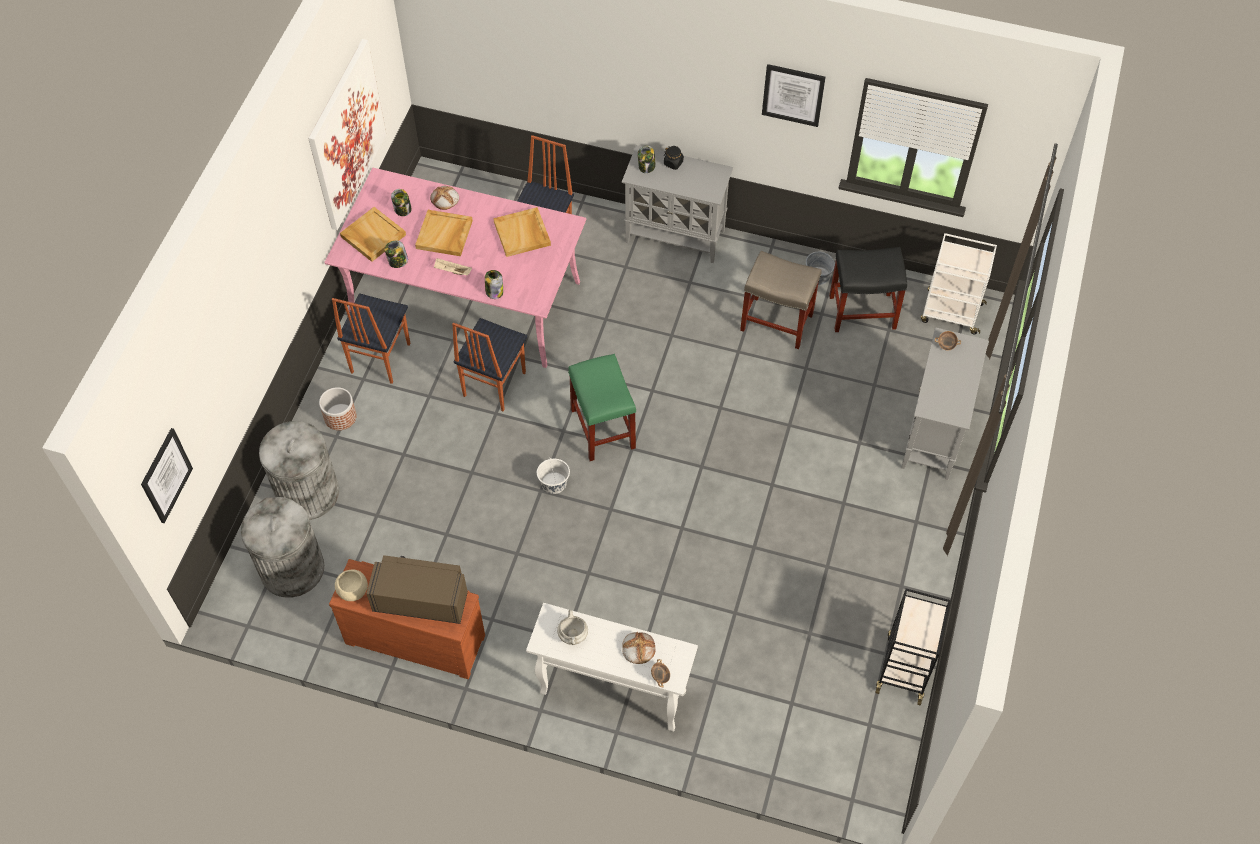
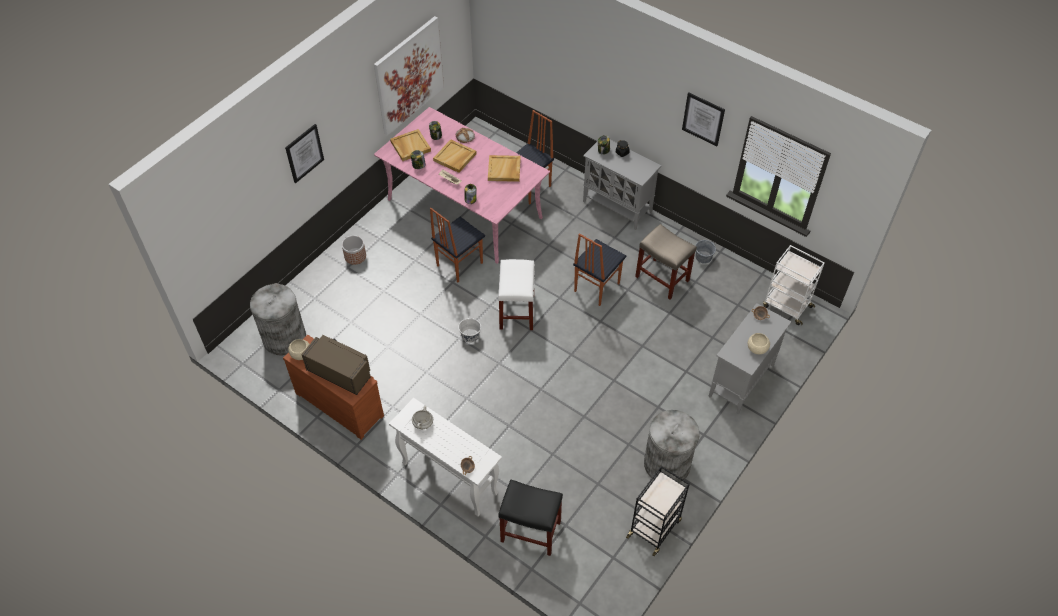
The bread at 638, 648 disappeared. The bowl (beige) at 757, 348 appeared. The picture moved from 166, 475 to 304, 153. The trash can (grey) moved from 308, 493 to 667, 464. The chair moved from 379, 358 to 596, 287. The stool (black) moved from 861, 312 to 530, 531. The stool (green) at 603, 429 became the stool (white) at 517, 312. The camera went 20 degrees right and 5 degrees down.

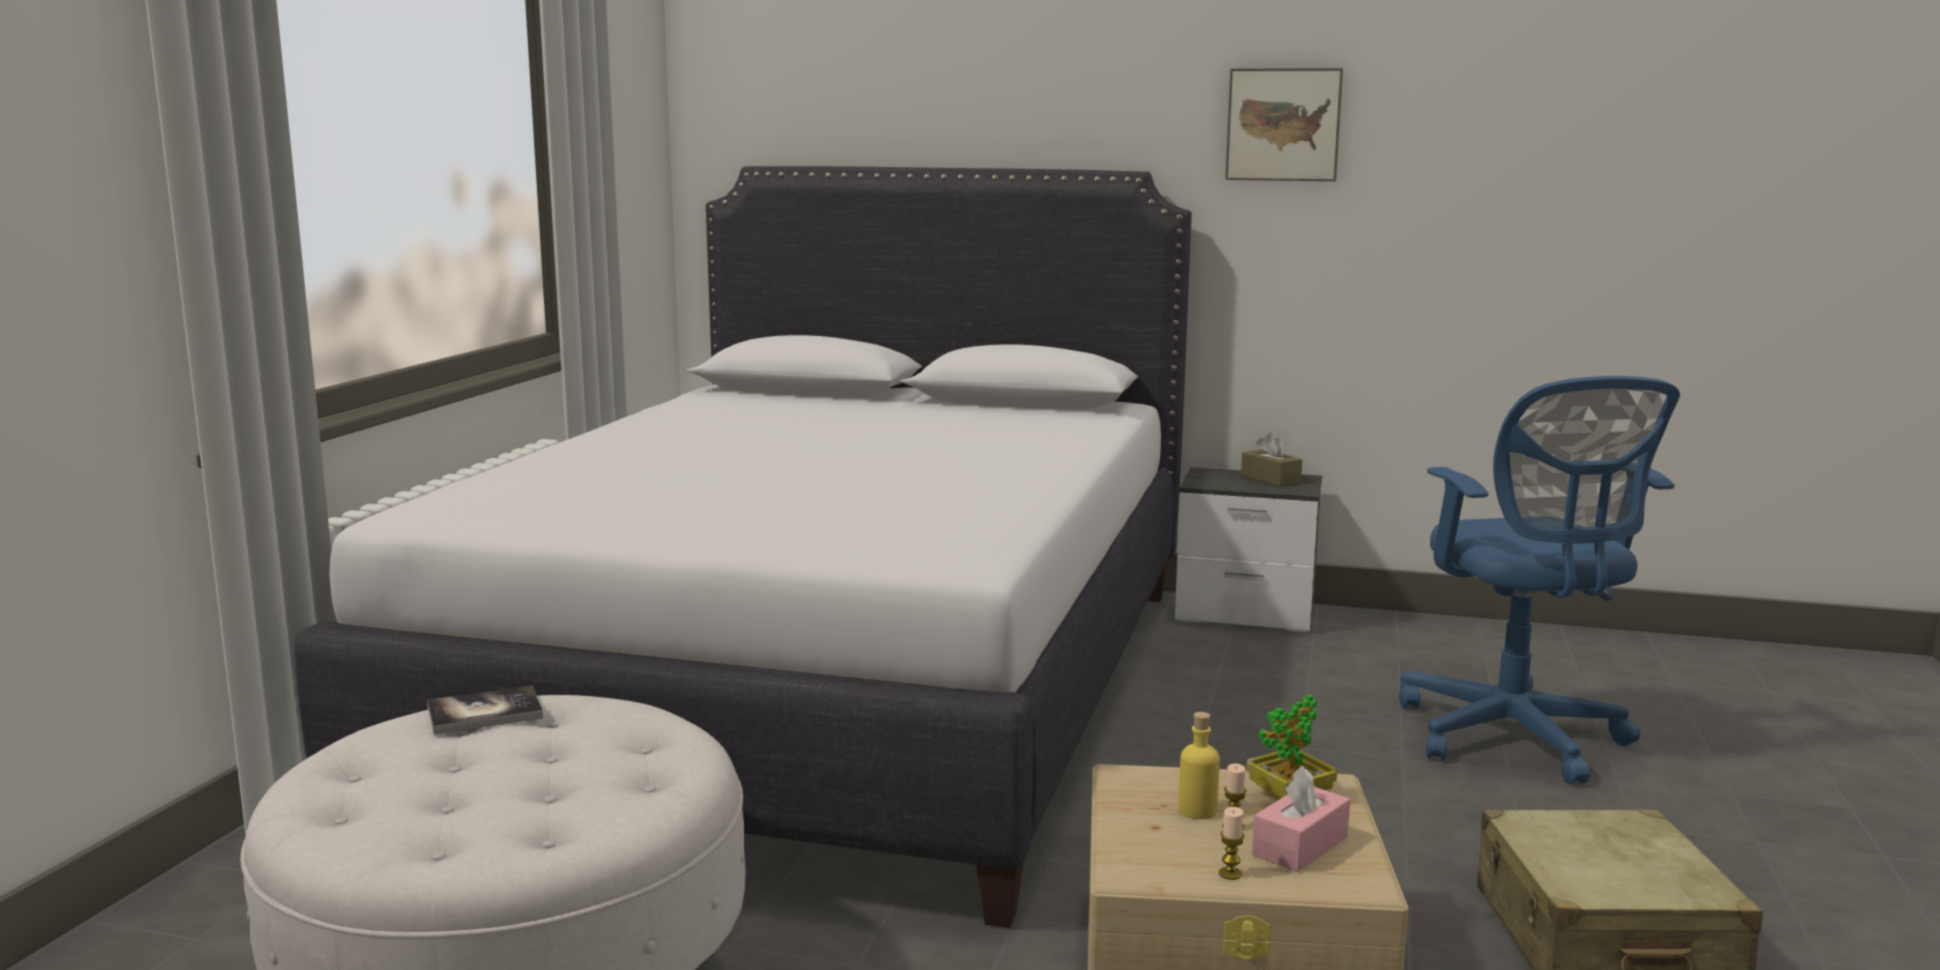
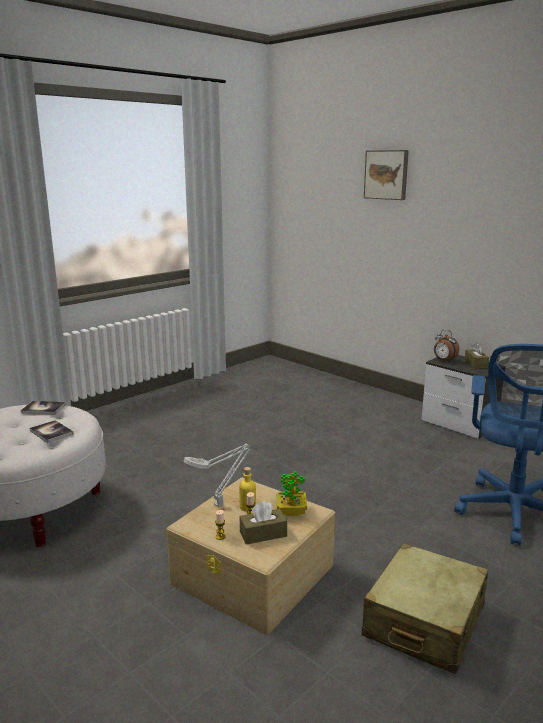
The bed (white) at 829, 688 disappeared. The book at 51, 432 appeared. The table lamp (grey) at 220, 504 appeared. The alarm clock at 444, 360 appeared. The picture moved from 1283, 124 to 387, 174. The tissue box (pink) at 1300, 846 became the tissue box (brown) at 263, 534. The camera went 30 degrees right and 5 degrees up.

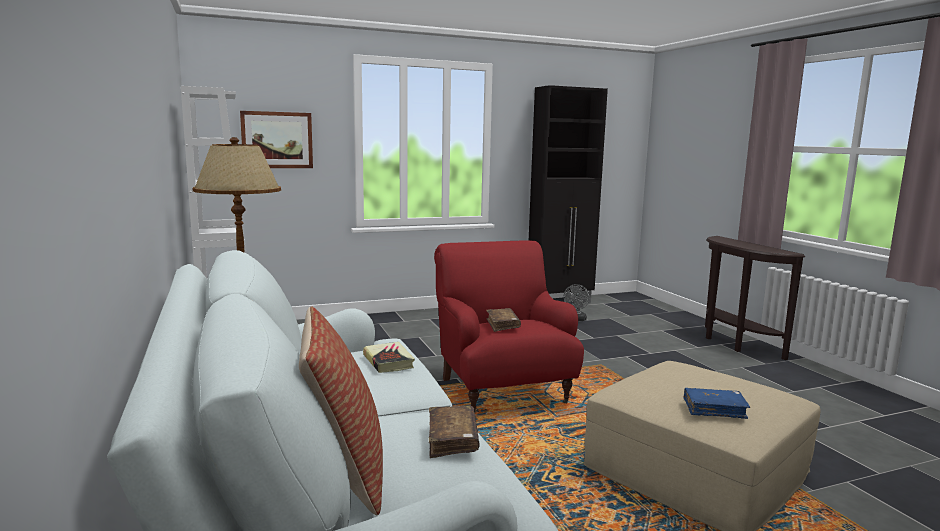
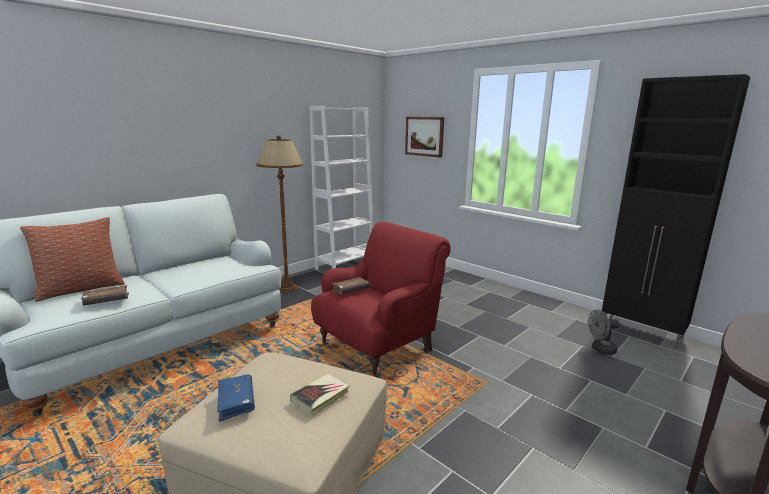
The book moved from 388, 361 to 320, 397. The camera went 65 degrees right and 5 degrees up.

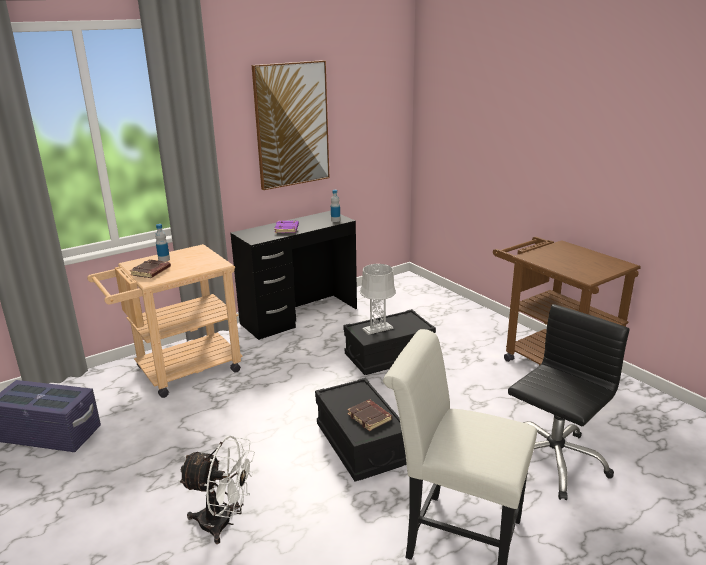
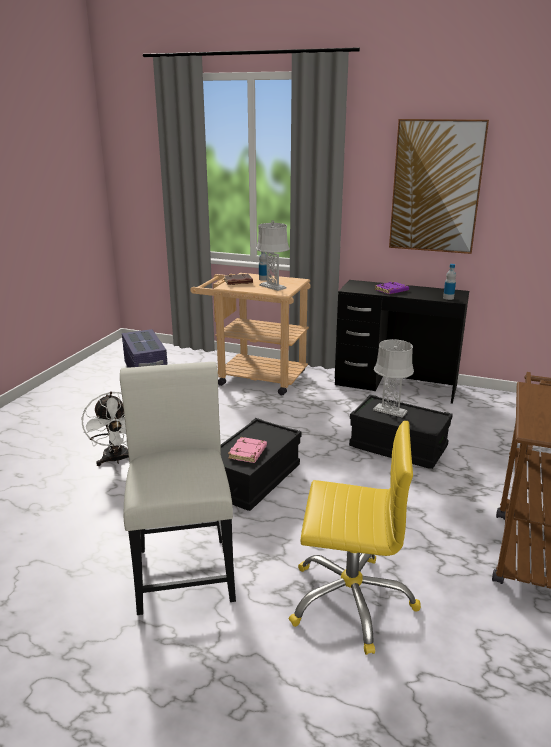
The table lamp (grey) at 273, 287 appeared. The book (brown) at 370, 417 became the book (pink) at 248, 453. The office chair (black) at 552, 460 became the office chair (yellow) at 351, 600. The camera went 55 degrees right and 0 degrees up.

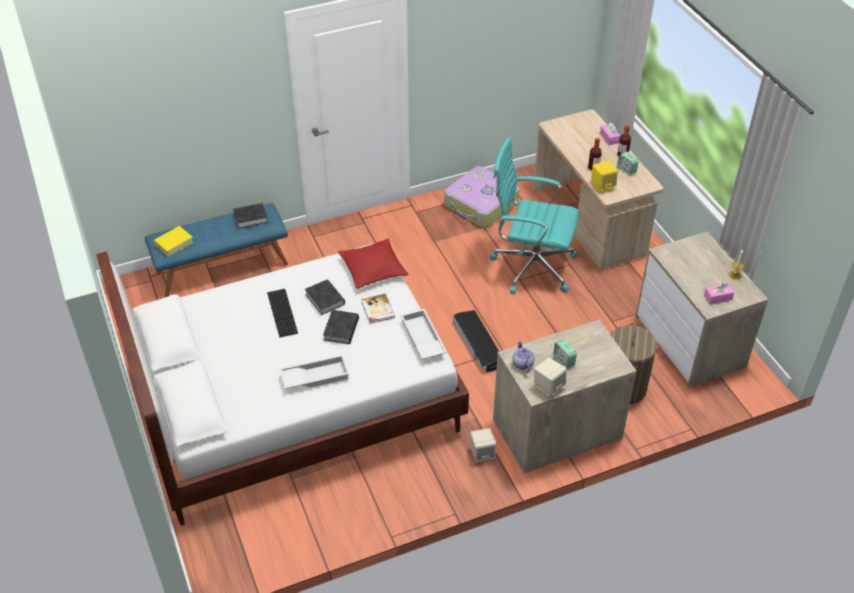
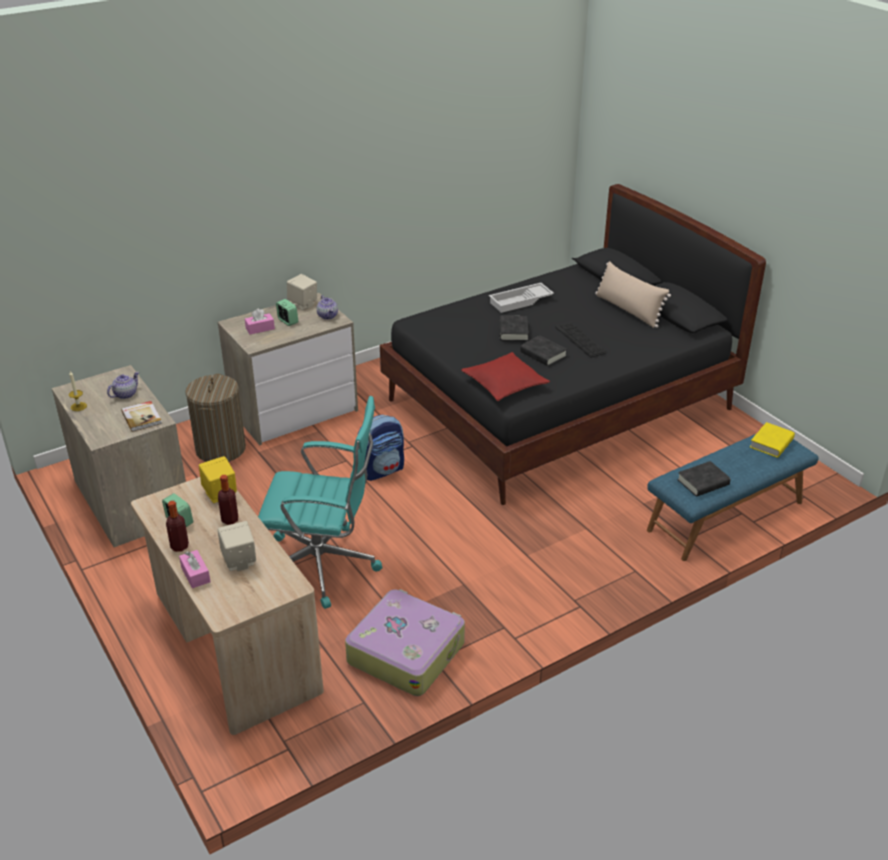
The tray (white) at 422, 338 disappeared. The teapot at 125, 394 appeared. The pillow (beige) at 628, 310 appeared. The book moved from 377, 310 to 142, 417. The speaker (beige) moved from 482, 453 to 239, 561. The tissue box (pink) moved from 718, 297 to 260, 328. The storage box (black) at 478, 344 was replaced by the backpack at 382, 470. The bed (white) at 293, 400 became the bed (black) at 559, 405. The camera went 170 degrees right and 10 degrees down.

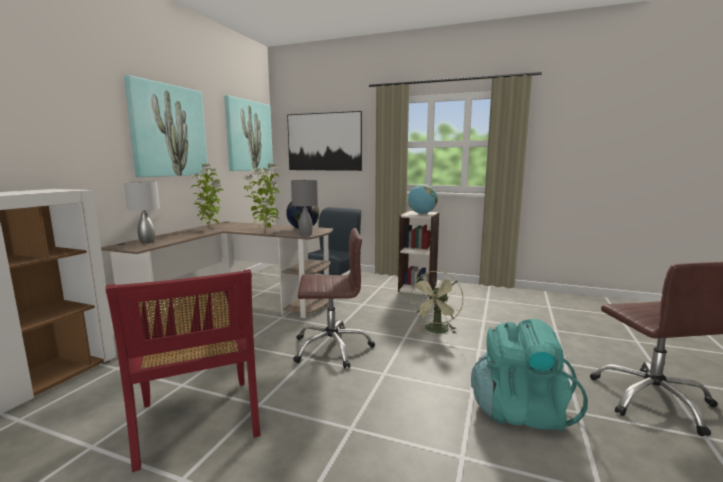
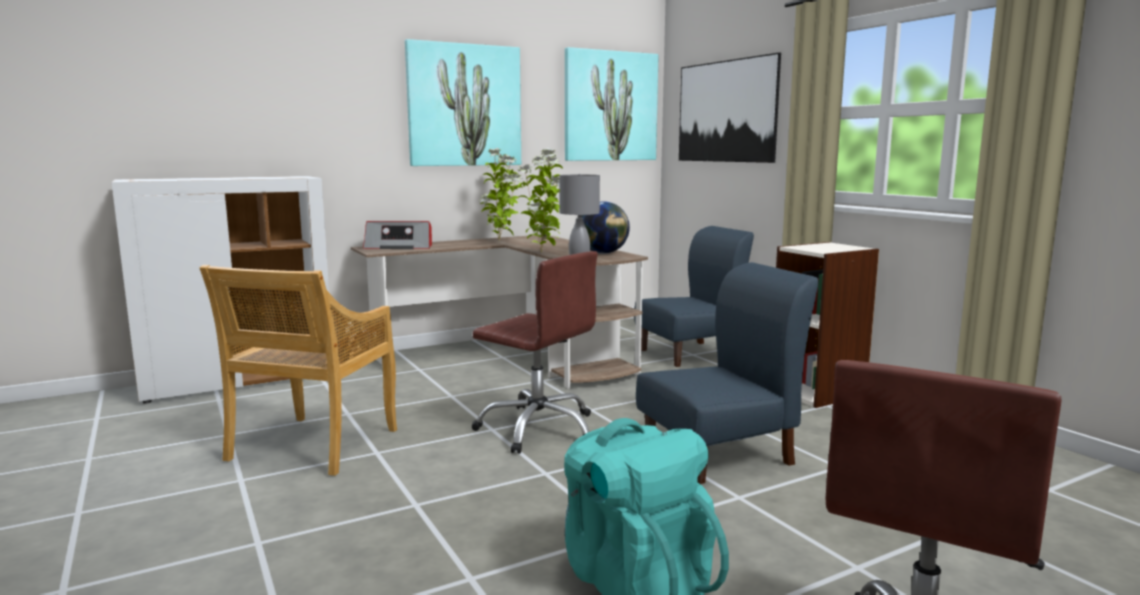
The globe at 422, 213 disappeared. The table lamp (grey) at 147, 242 was replaced by the radio at 400, 247. The fan (green) at 436, 331 was replaced by the chair (blue) at 719, 454. The chair (red) at 198, 421 became the chair (beige) at 313, 446. The camera went 40 degrees right and 0 degrees up.

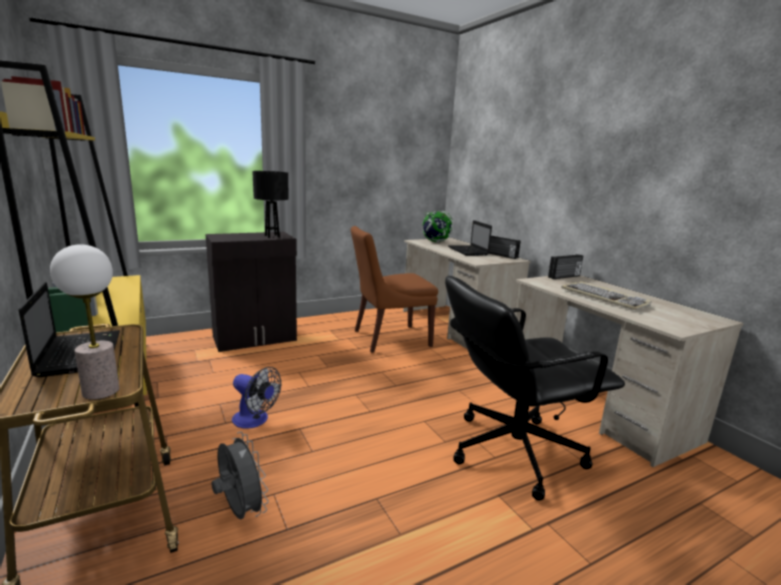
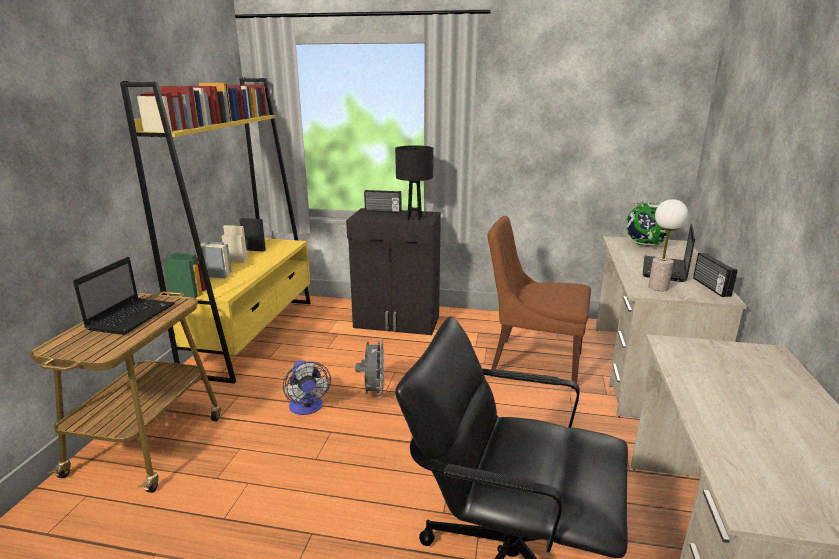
The keyboard at 605, 298 disappeared. The table lamp moved from 101, 391 to 658, 287. The fan (grey) moved from 240, 511 to 373, 392. The radio moved from 564, 277 to 383, 211. The camera went 40 degrees right and 5 degrees up.

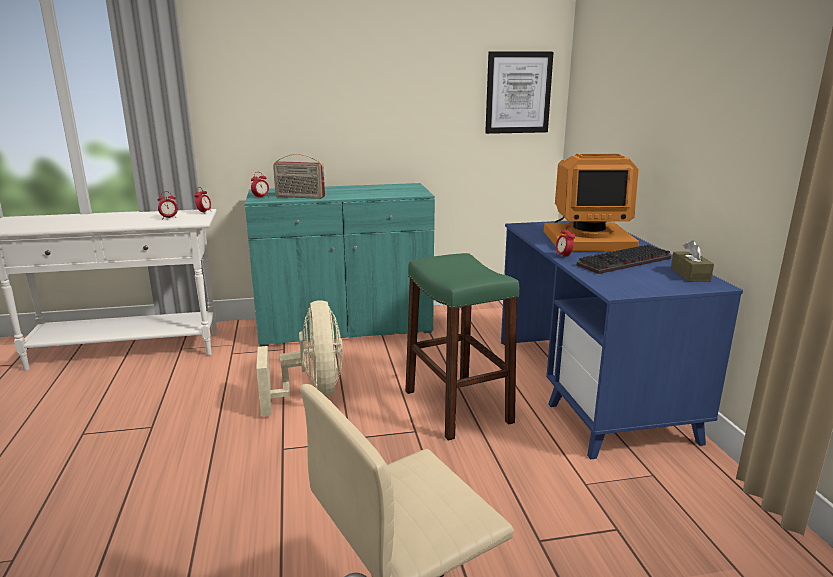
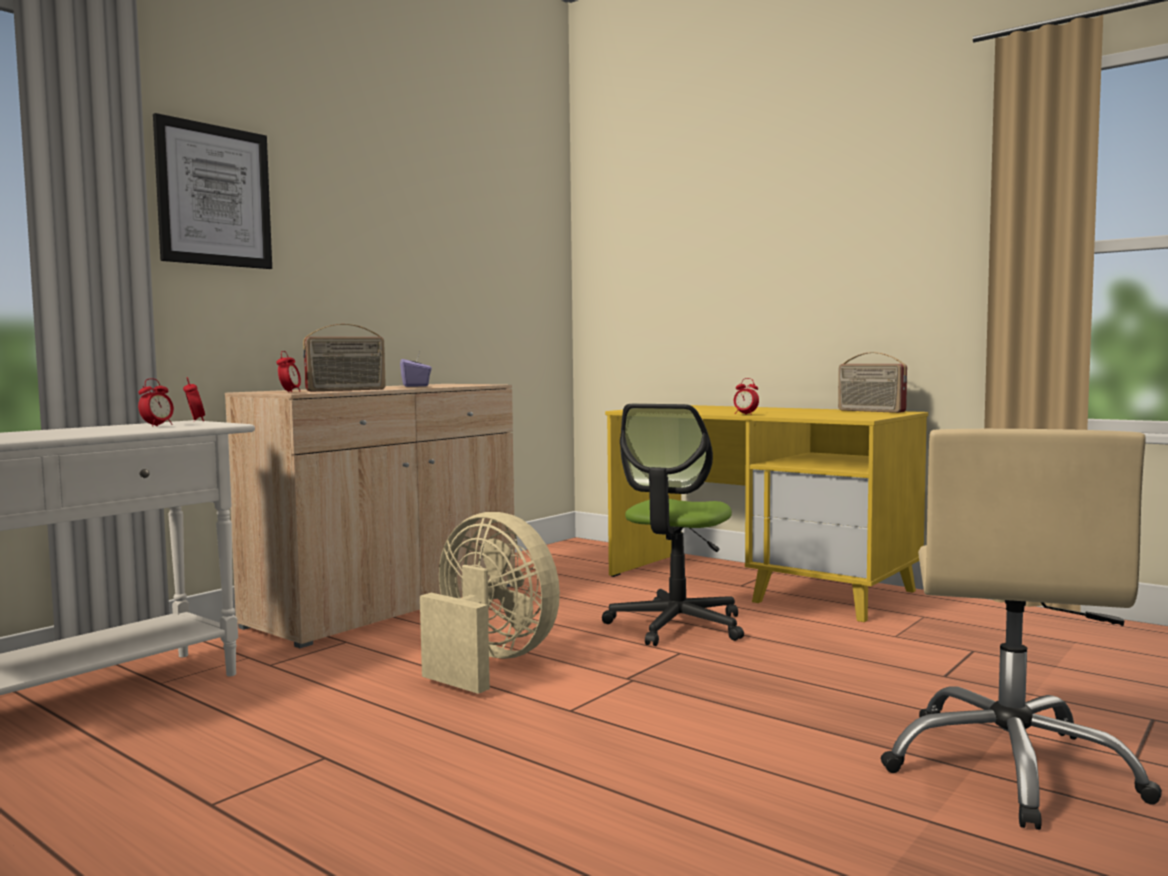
The monitor at 587, 239 disappeared. The keyboard at 624, 263 disappeared. The tissue box (purple) at 416, 386 appeared. The picture moved from 518, 93 to 214, 195. The stool (green) at 457, 406 was replaced by the office chair at 676, 626. The tissue box (brown) at 690, 275 was replaced by the radio at 870, 411. The cabinet (turquoise) at 345, 327 became the cabinet (beige) at 387, 605. The desk (blue) at 590, 388 became the desk (yellow) at 761, 584. The camera went 40 degrees left and 15 degrees down.

